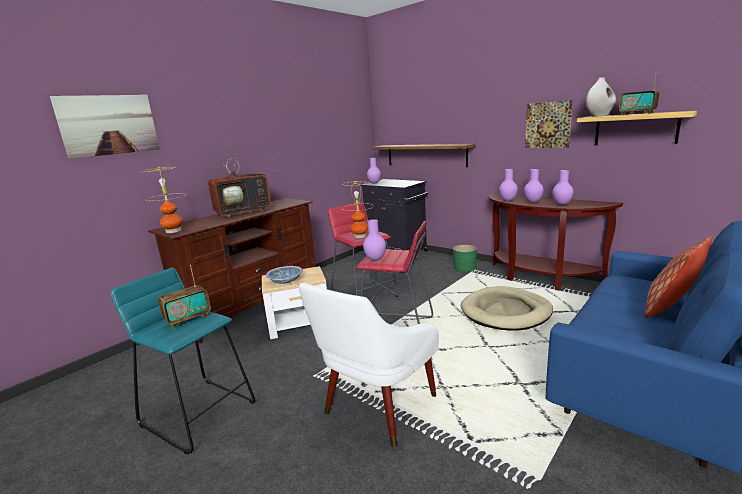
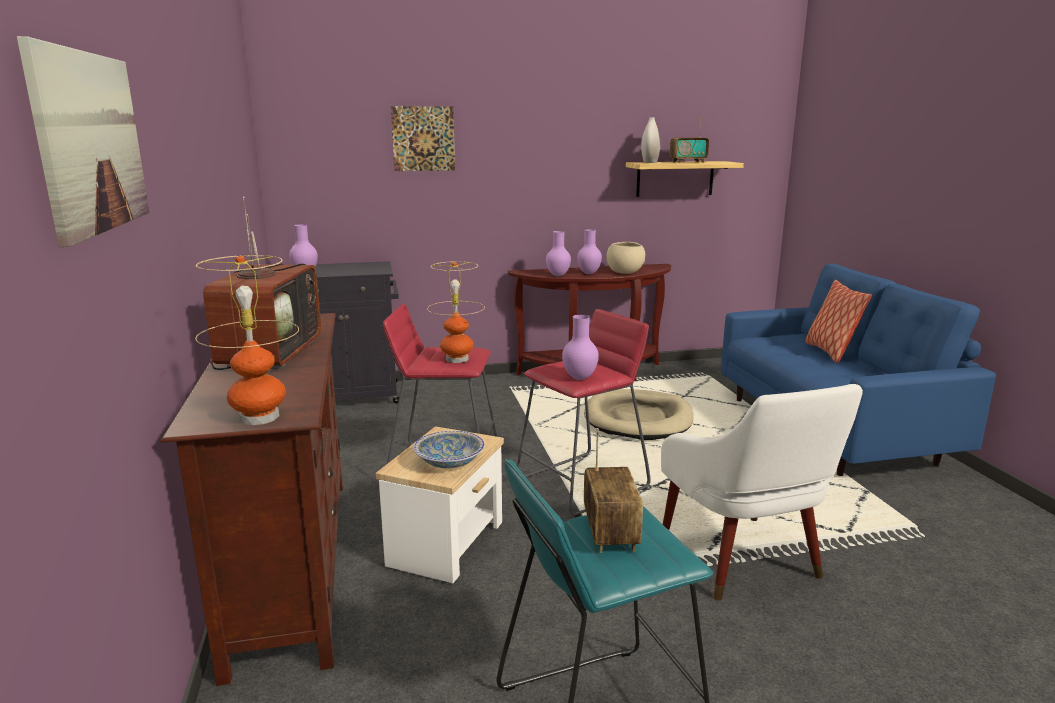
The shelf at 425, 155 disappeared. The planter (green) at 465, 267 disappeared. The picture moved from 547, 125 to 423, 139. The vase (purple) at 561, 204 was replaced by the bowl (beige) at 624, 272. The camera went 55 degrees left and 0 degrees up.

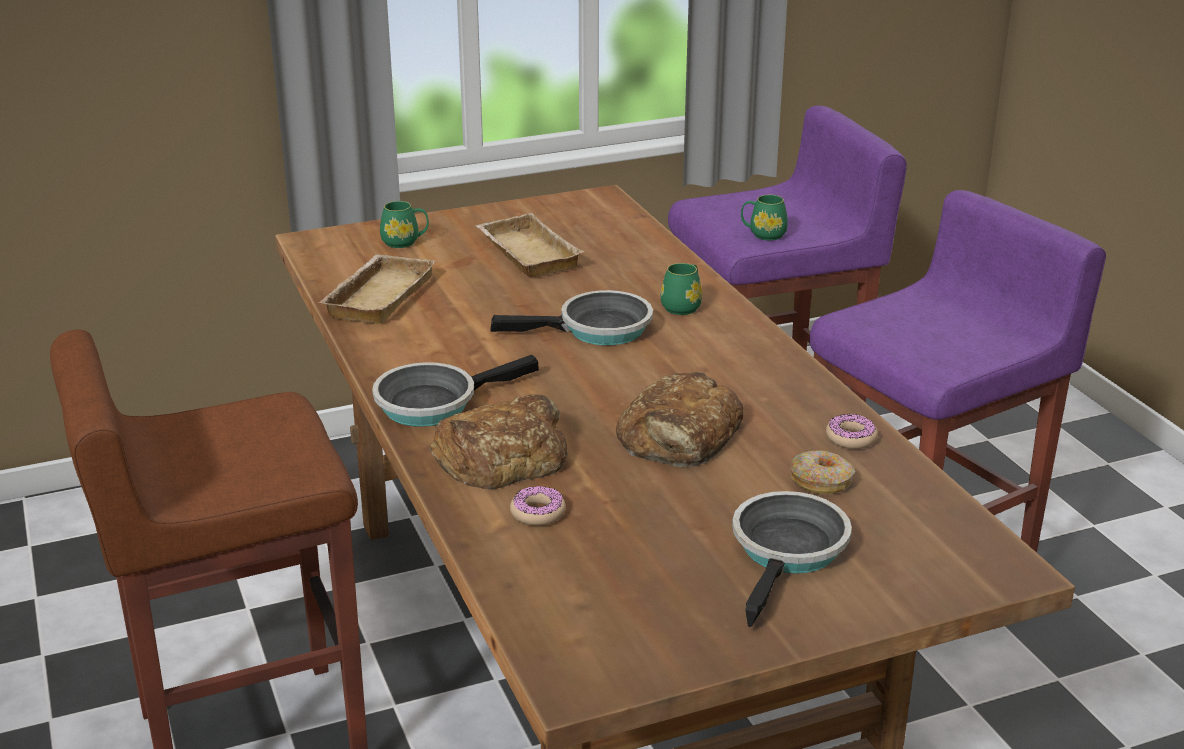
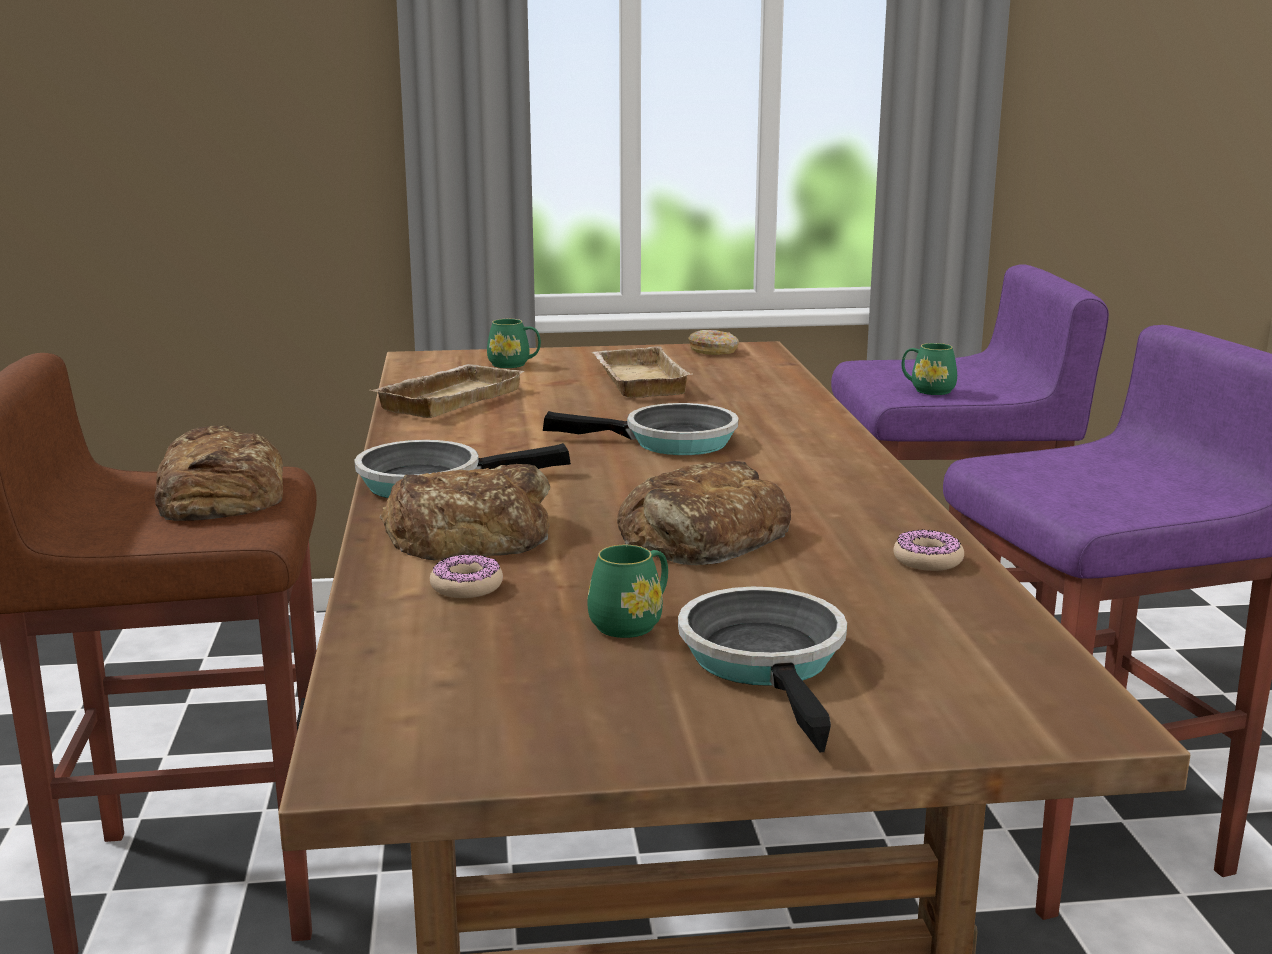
The bread at 219, 494 appeared. The mug (green) moved from 683, 306 to 632, 623. The donut moved from 821, 481 to 714, 351. The frying pan at 788, 552 turned 45 degrees counterclockwise. The camera went 15 degrees right and 10 degrees down.

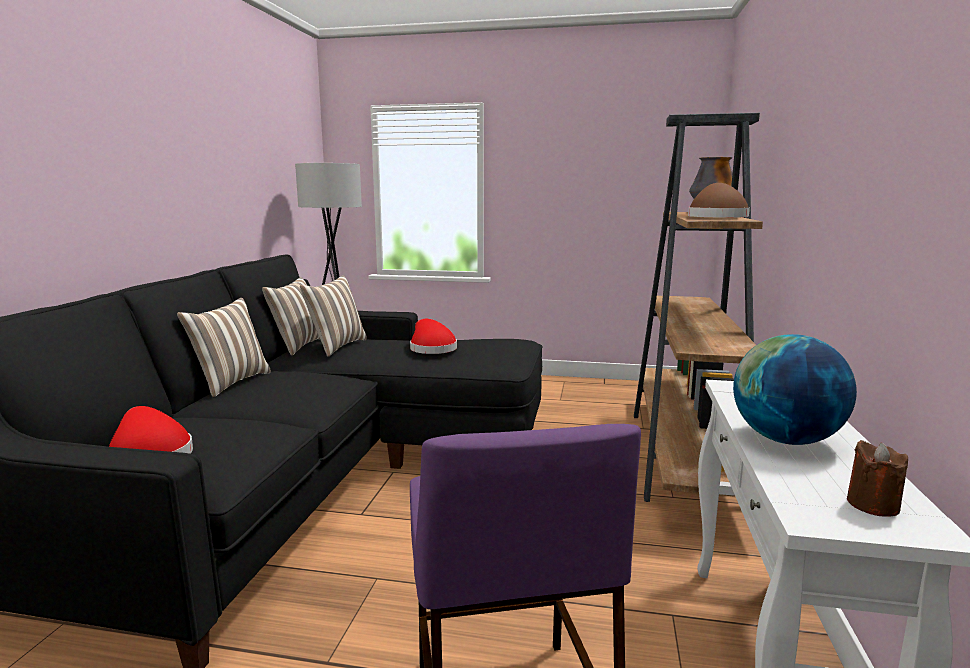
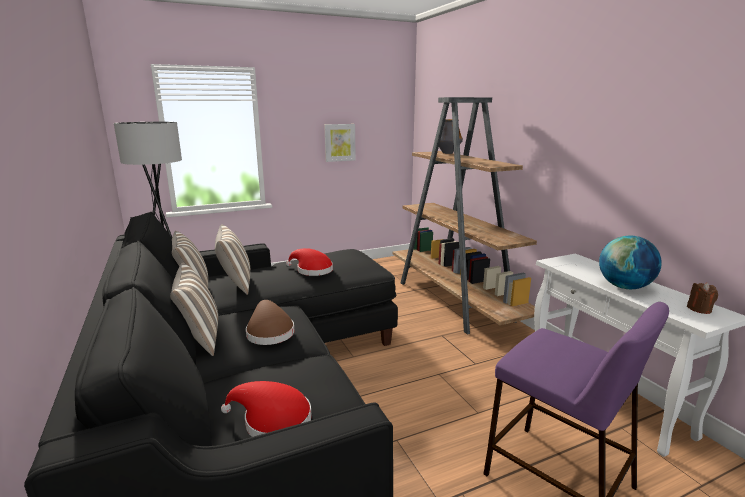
The picture at 339, 142 appeared. The hat (brown) moved from 716, 218 to 269, 332. The camera went 35 degrees left and 5 degrees up.

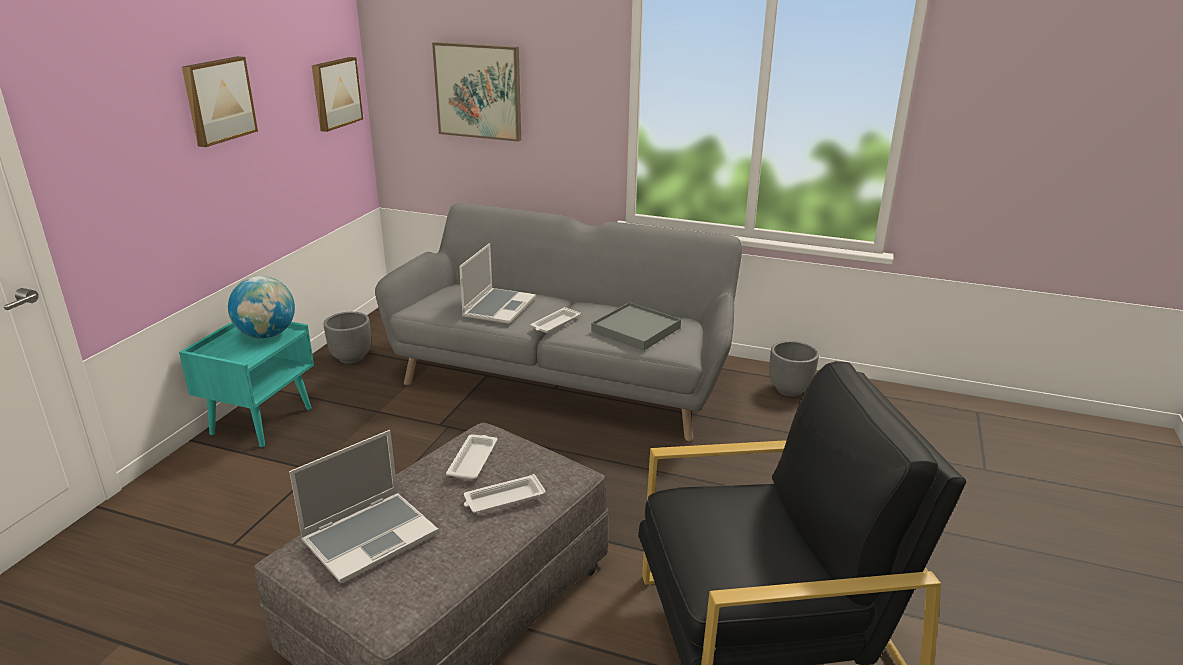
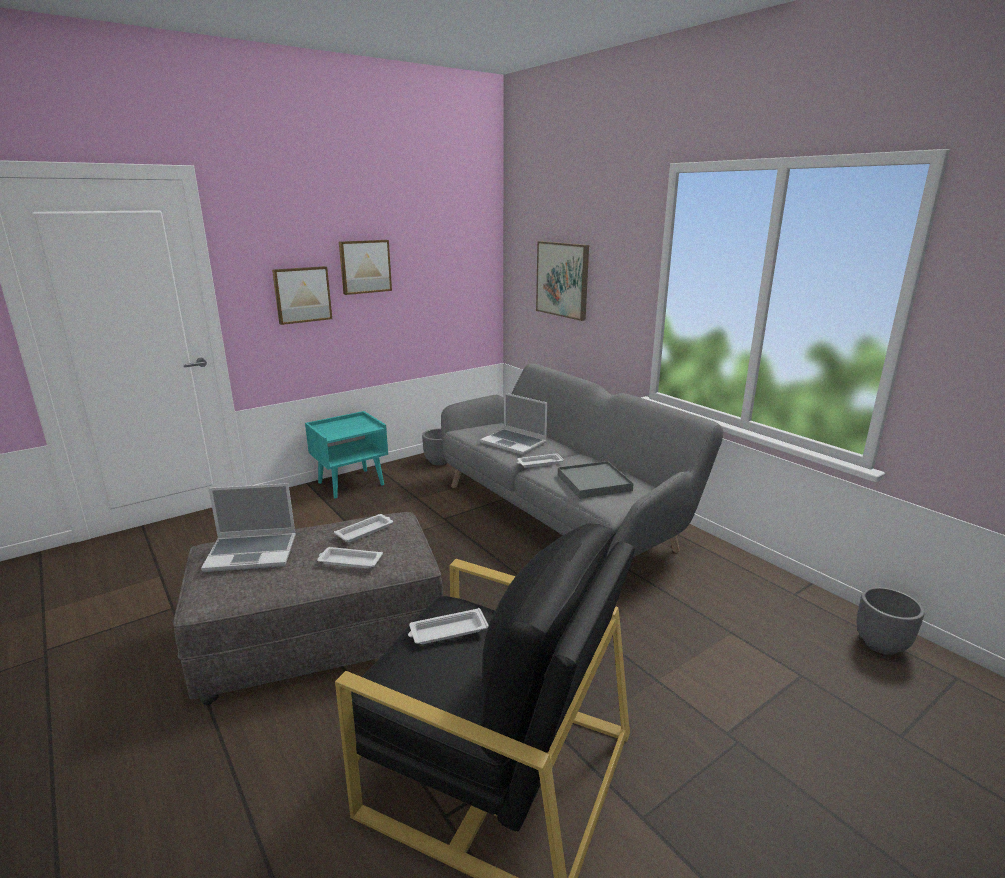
The globe at 267, 335 disappeared. The tray (white) at 447, 631 appeared. The picture moved from 335, 93 to 302, 294. The planter (grey) moved from 790, 390 to 881, 645. The laptop at 498, 307 turned 75 degrees clockwise. The camera went 35 degrees right and 5 degrees down.

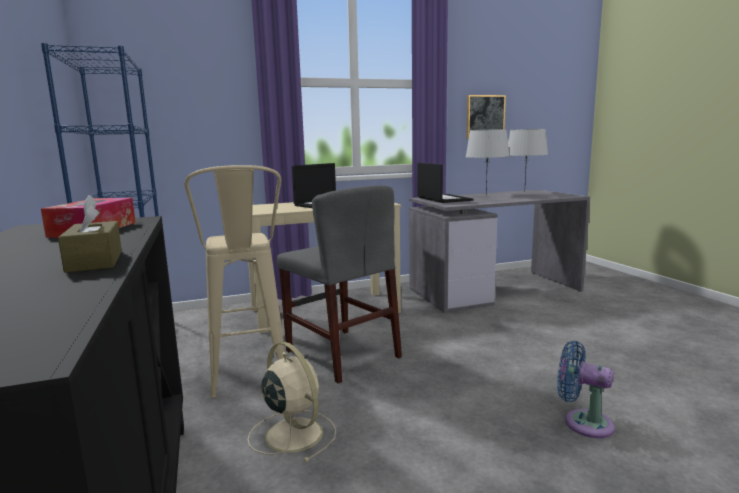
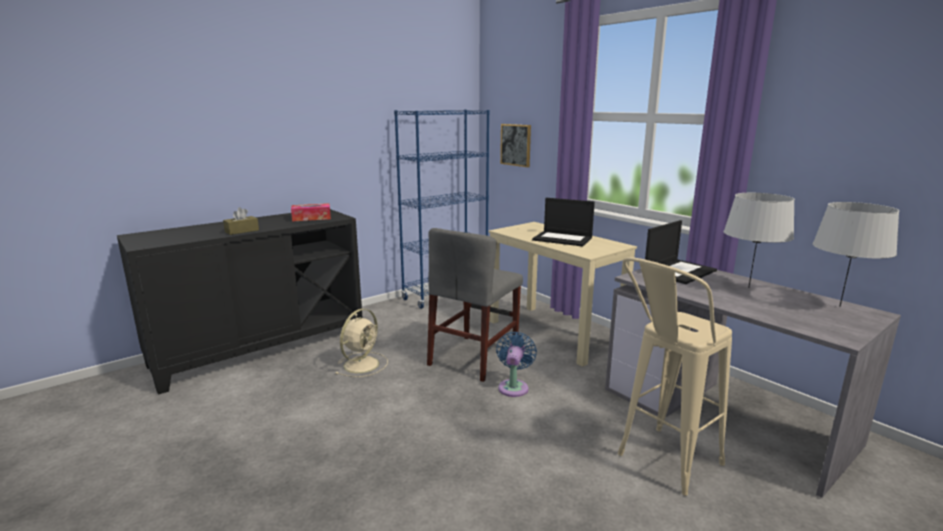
The stool (beige) moved from 249, 382 to 661, 466. The picture moved from 485, 117 to 516, 145. The fan (blue) moved from 583, 422 to 514, 386. The camera went 70 degrees right and 5 degrees up.

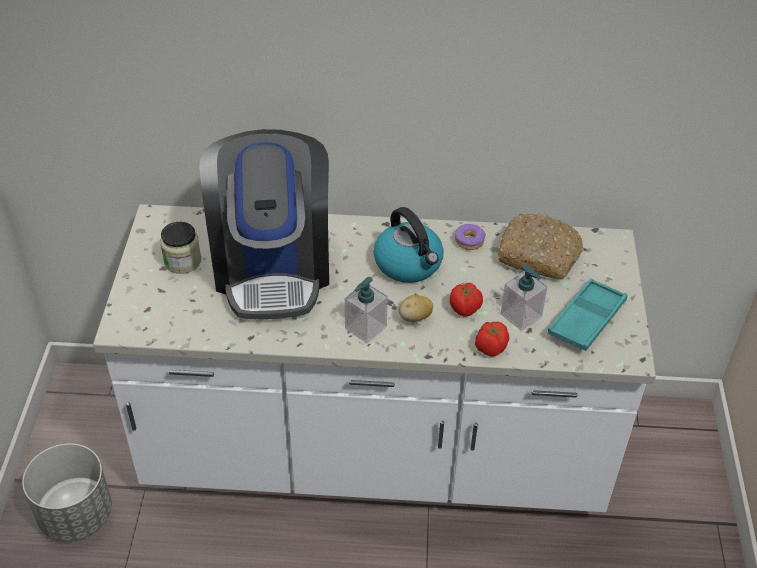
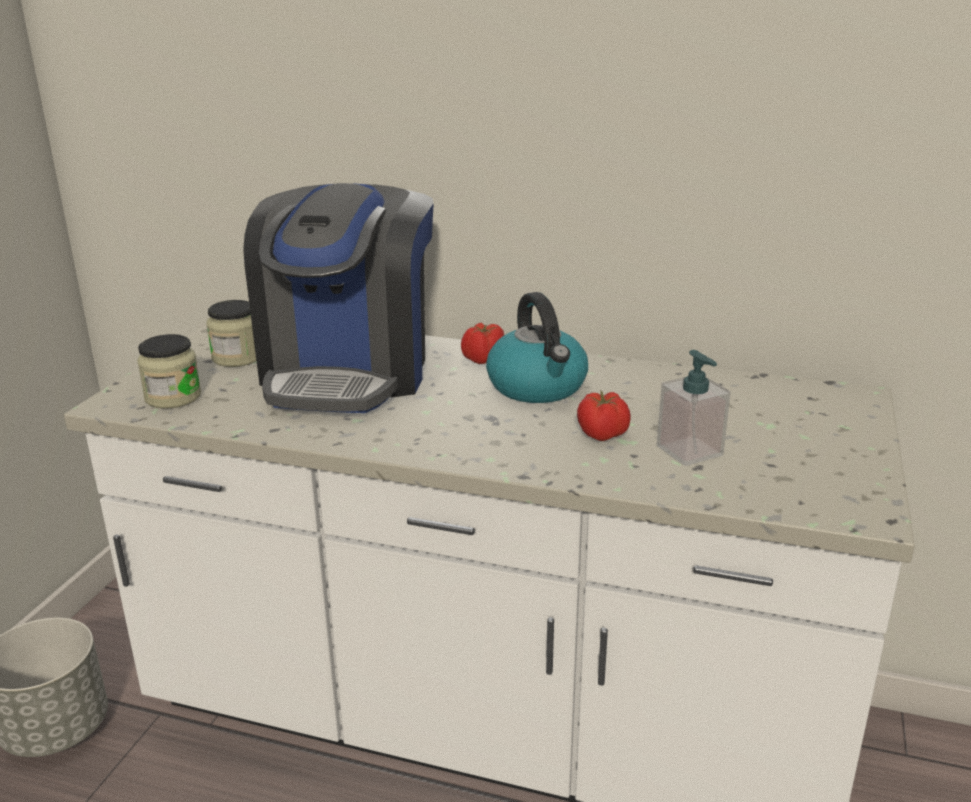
The soap dispenser at 365, 328 disappeared. The potato at 415, 318 disappeared. The donut at 469, 241 disappeared. The bread at 539, 255 disappeared. The tray (turquoise) at 586, 319 disappeared. The jar at 173, 397 appeared. The tomato moved from 490, 348 to 482, 360. The camera went 15 degrees right and 20 degrees down.

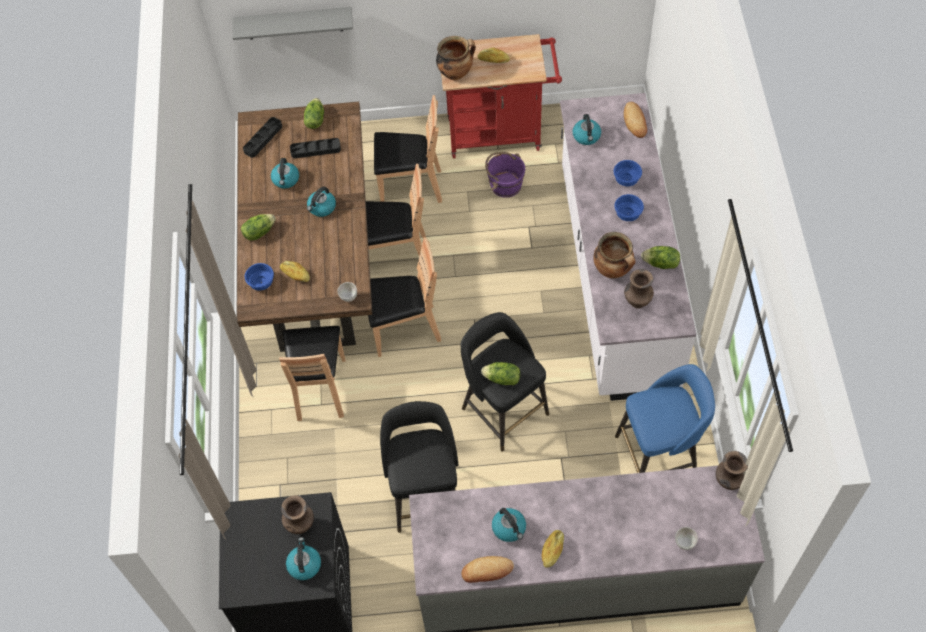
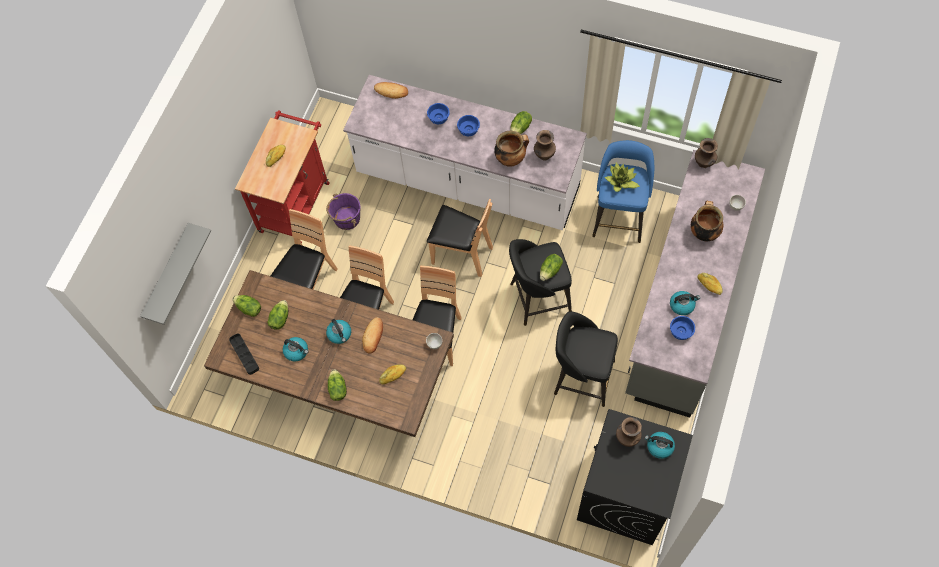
The kettle at 586, 136 disappeared. The potted plant at 621, 181 appeared. The bowl (blue) moved from 261, 283 to 681, 331. The chair (brown) moved from 320, 388 to 461, 254. The cooking pot moved from 456, 73 to 703, 232. The bread moved from 487, 571 to 373, 336. The tray (black) at 315, 150 was replaced by the lettuce at 280, 319. The camera went 65 degrees left and 5 degrees up.

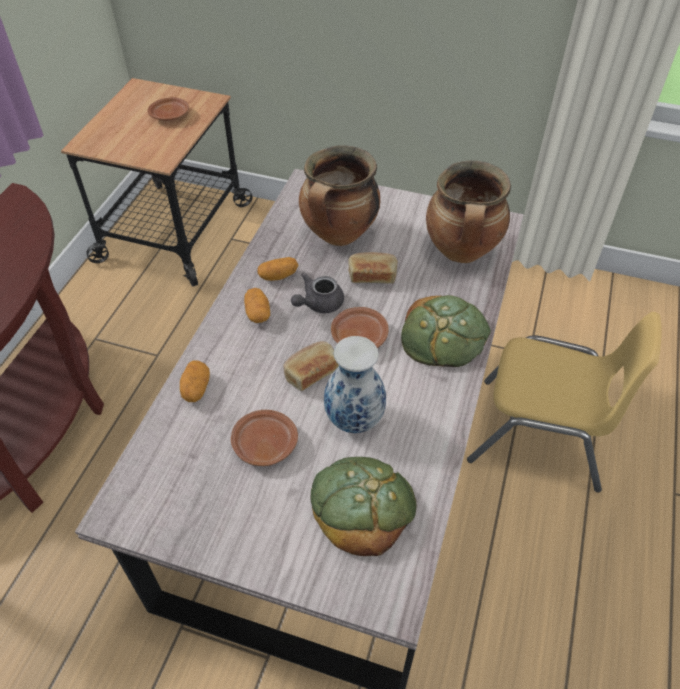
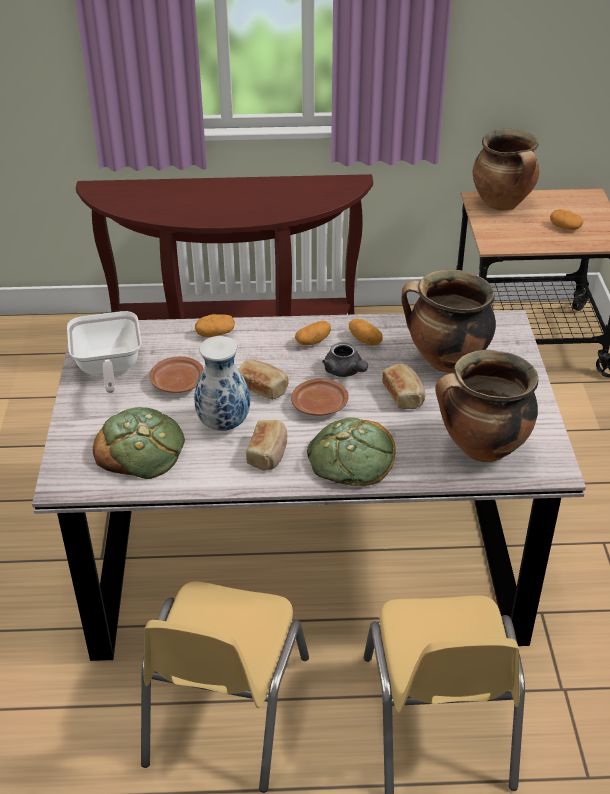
The frying pan at 108, 368 appeared. The chair (yellow) at 225, 710 appeared. The bread at 268, 453 appeared. The cooking pot at 503, 204 appeared. The plate (brown) at 170, 115 was replaced by the potato at 565, 227. The teapot (grey) at 318, 304 turned 150 degrees counterclockwise. The camera went 70 degrees right and 10 degrees down.

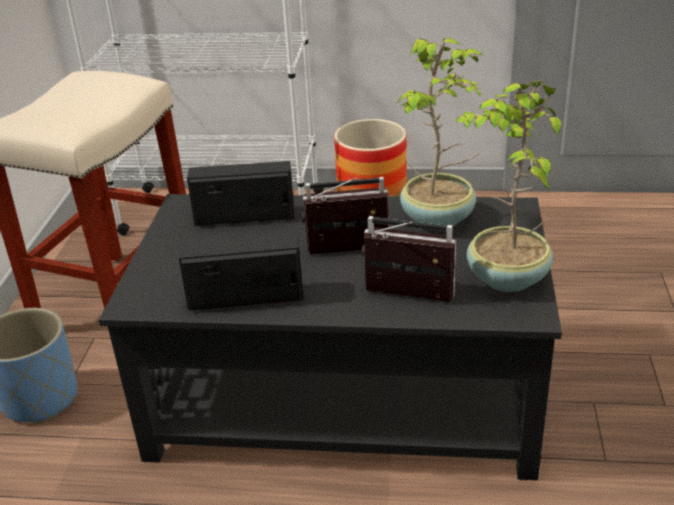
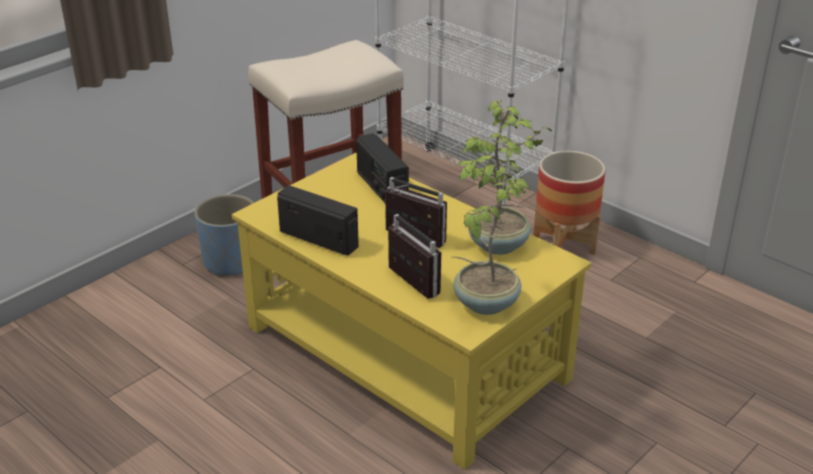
The coffee table (black) at 343, 394 became the coffee table (yellow) at 404, 351. The radio at 245, 216 turned 150 degrees counterclockwise. The camera went 35 degrees right and 0 degrees up.

